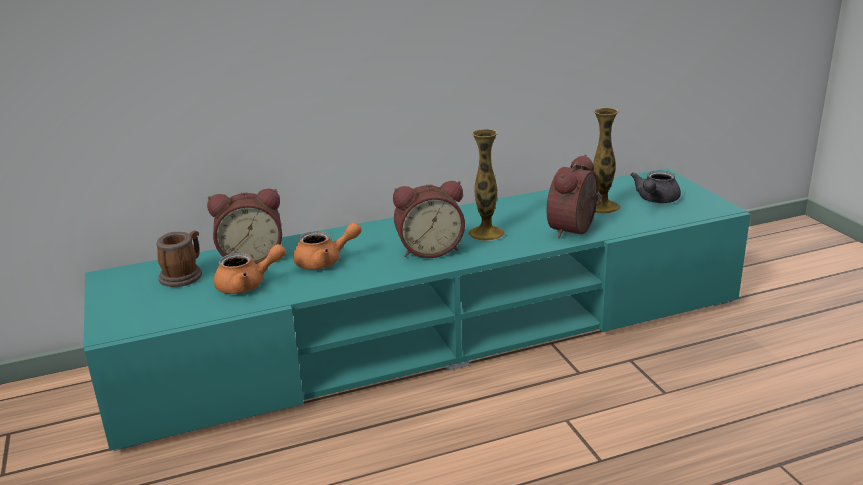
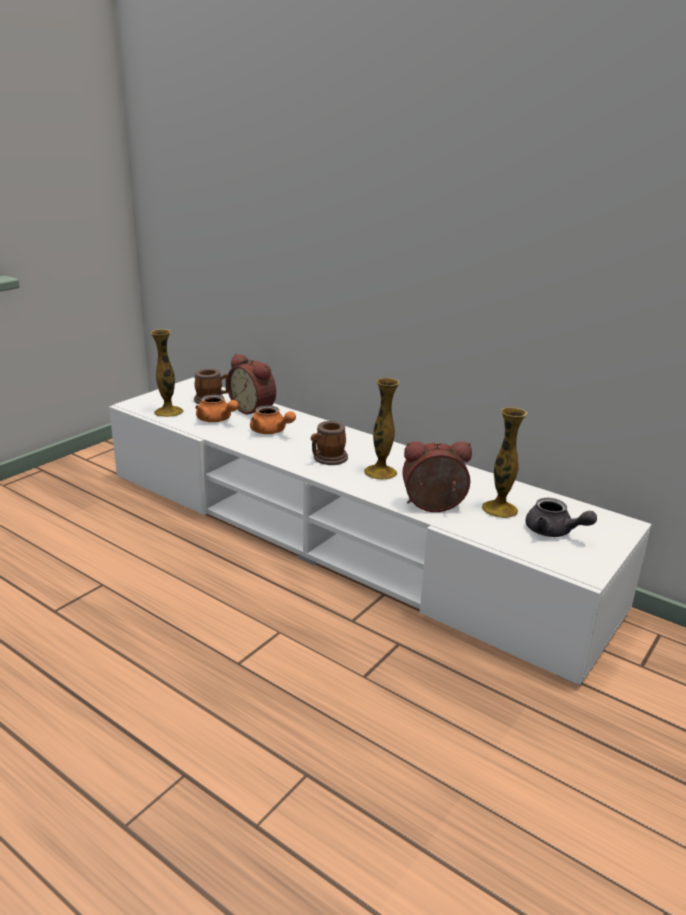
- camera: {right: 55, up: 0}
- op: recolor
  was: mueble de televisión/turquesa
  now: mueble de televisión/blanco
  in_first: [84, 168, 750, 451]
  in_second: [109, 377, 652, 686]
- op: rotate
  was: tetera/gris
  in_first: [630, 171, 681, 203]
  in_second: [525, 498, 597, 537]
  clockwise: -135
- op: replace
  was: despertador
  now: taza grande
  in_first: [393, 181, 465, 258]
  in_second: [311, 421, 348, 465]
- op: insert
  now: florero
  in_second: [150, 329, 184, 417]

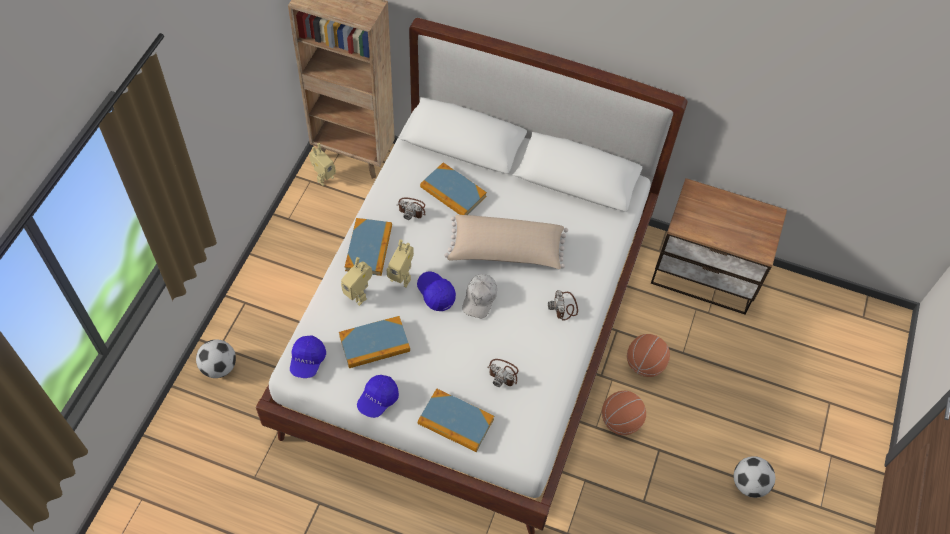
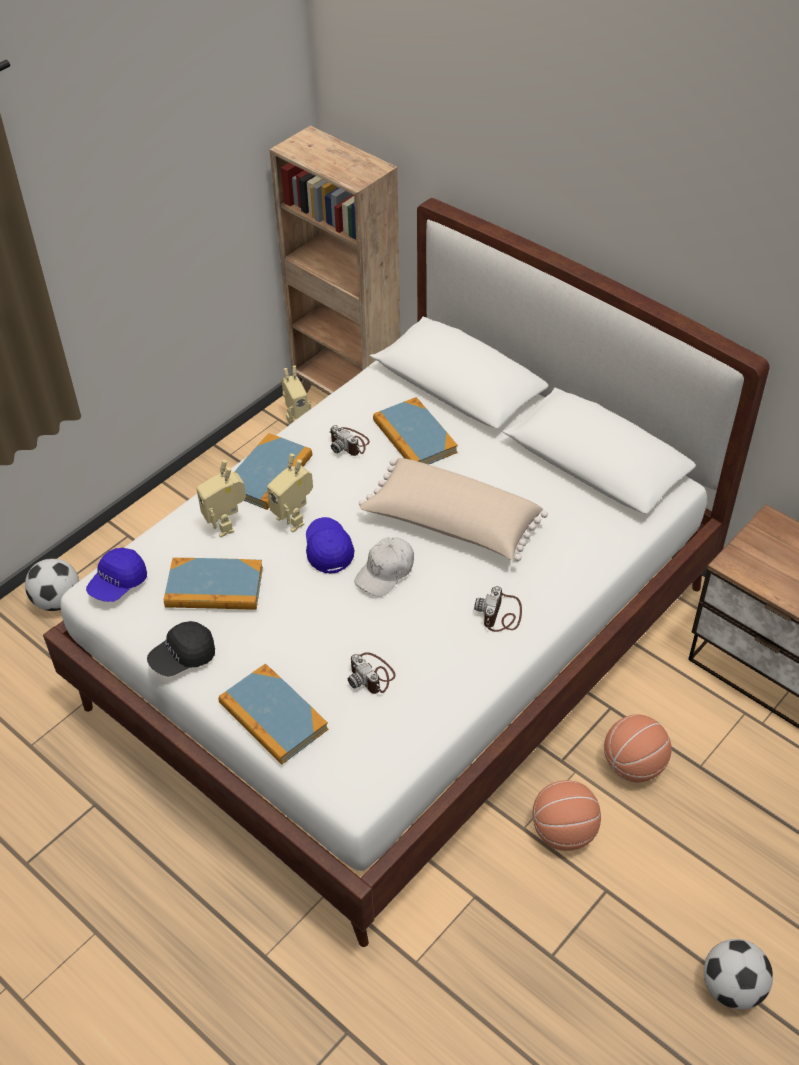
- camera: {right: 25, up: -10}
- op: recolor
  was: gorra/azul
  now: gorra/negro
  in_first: [357, 375, 399, 418]
  in_second: [147, 621, 215, 677]

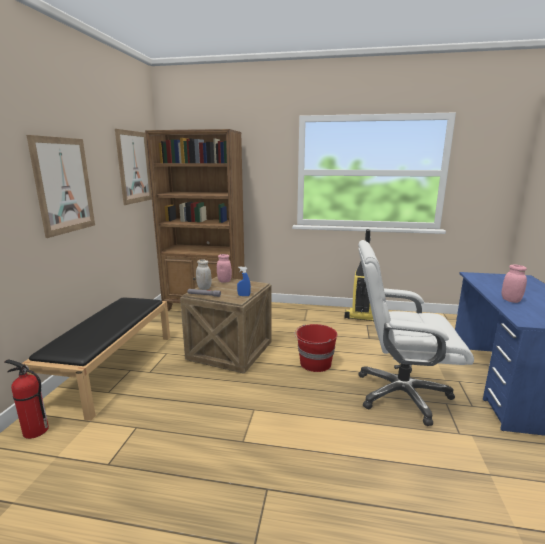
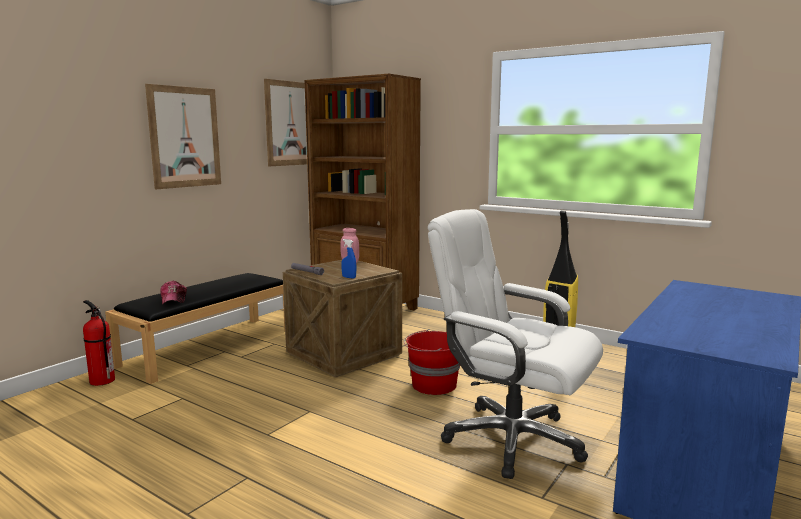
- camera: {right: 25, up: -5}
- op: delete
  was: tarro/blanco
  in_first: [196, 259, 211, 290]
- op: delete
  was: tarro/rosa
  in_first: [502, 264, 527, 303]
- op: insert
  now: gorra
  in_second: [160, 281, 187, 305]

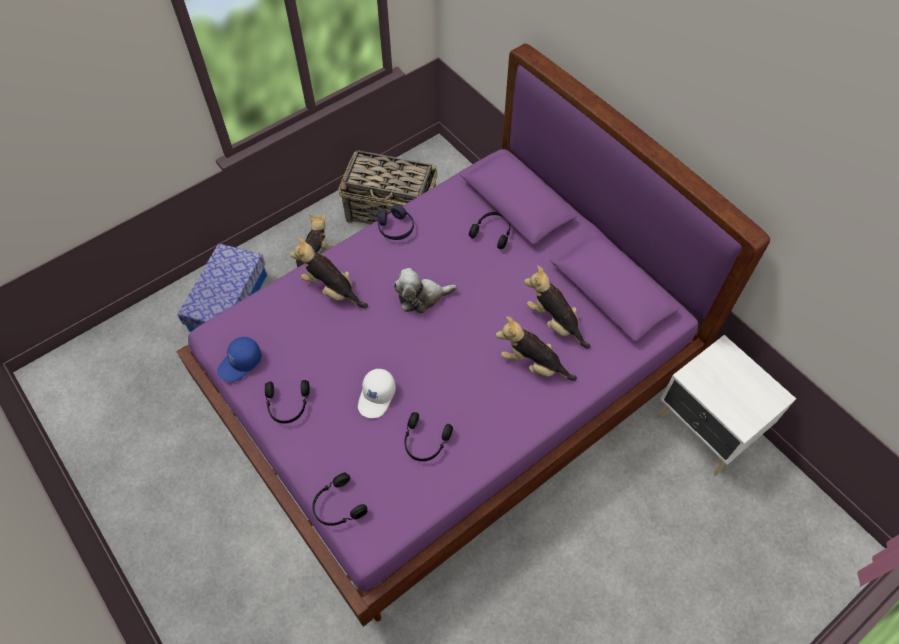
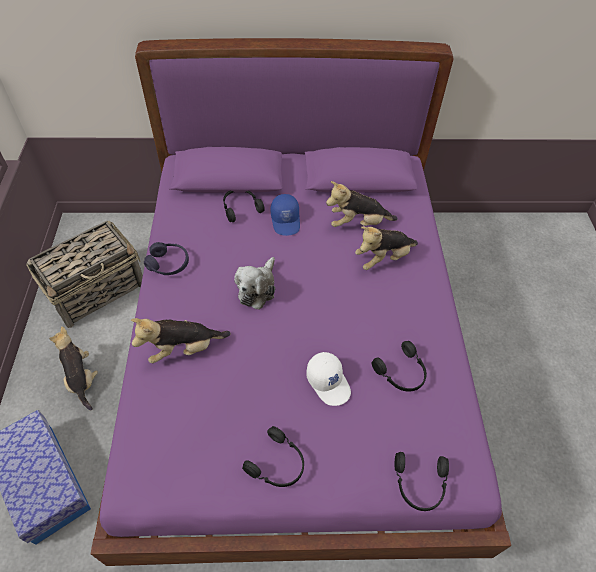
- camera: {right: -55, up: -5}
- op: delete
  was: mesita de noche/blanco
  in_first: [656, 335, 796, 475]
- op: move
  was: gorra/azul
  in_first: [217, 337, 262, 382]
  in_second: [271, 194, 300, 236]

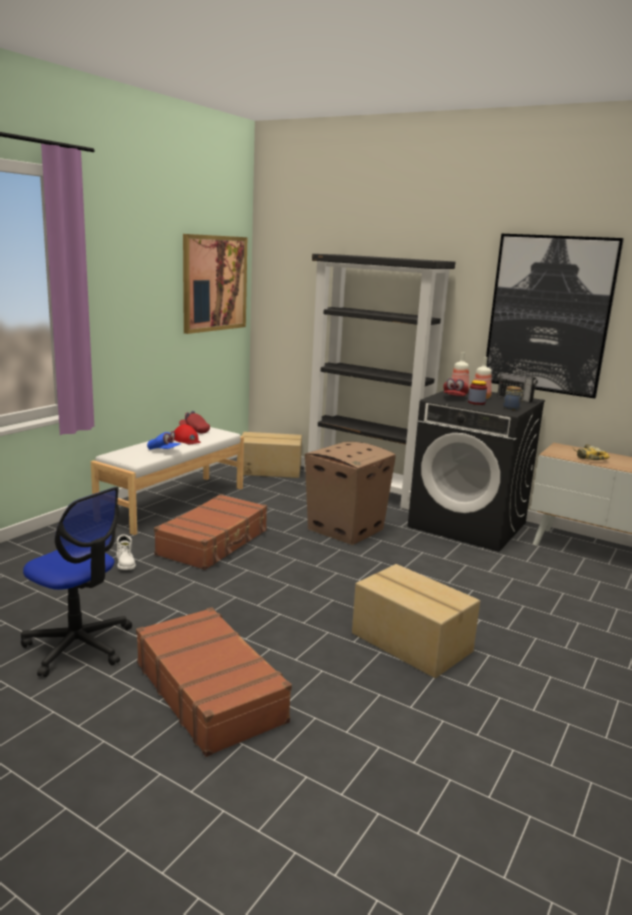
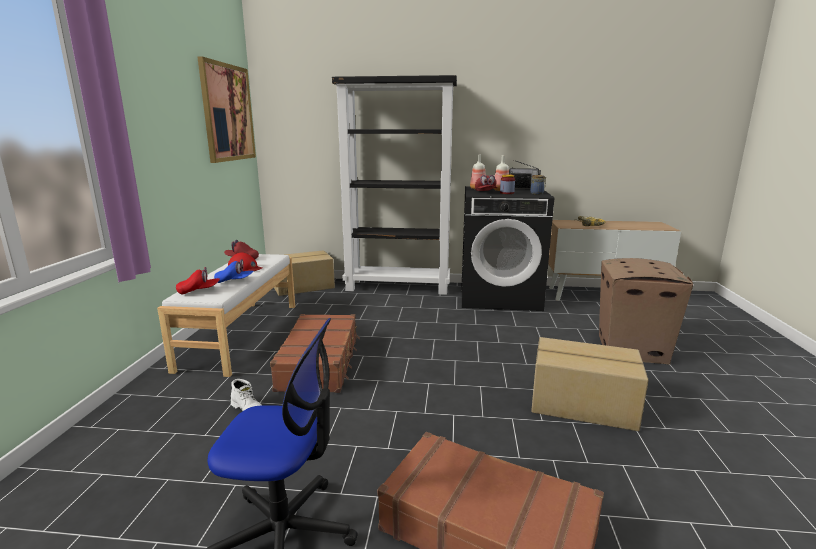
- camera: {right: -25, up: 0}
- op: delete
  was: cuadro
  in_first: [486, 234, 624, 398]
- op: move
  was: caja de cartón
  in_first: [305, 442, 396, 545]
  in_second: [599, 258, 693, 365]
- op: insert
  now: gorra/rojo
  in_second: [176, 267, 220, 295]

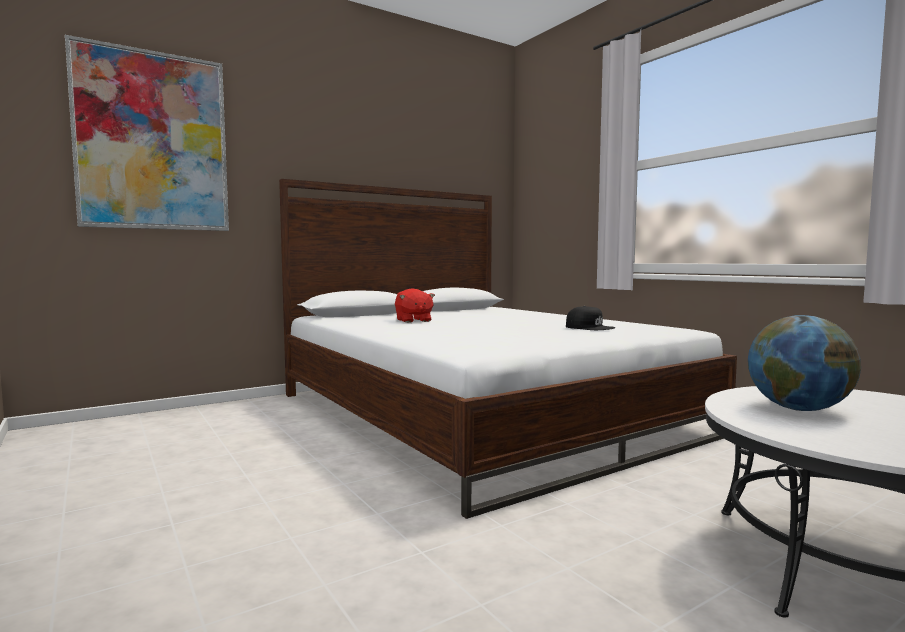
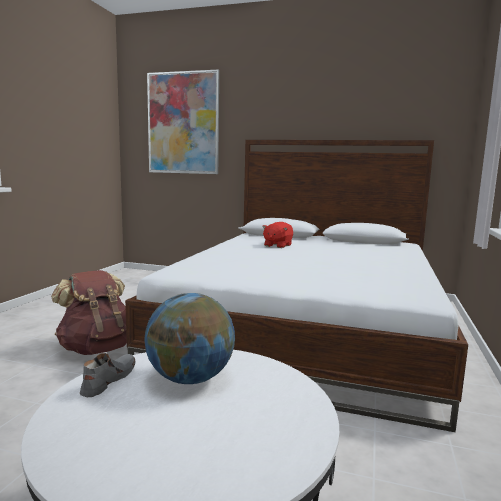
- camera: {right: 50, up: 5}
- op: delete
  was: gorra/negro
  in_first: [566, 306, 615, 330]
- op: insert
  now: mochila/marrón
  in_second: [51, 270, 127, 355]
- op: insert
  now: zapato/gris
  in_second: [80, 353, 136, 397]

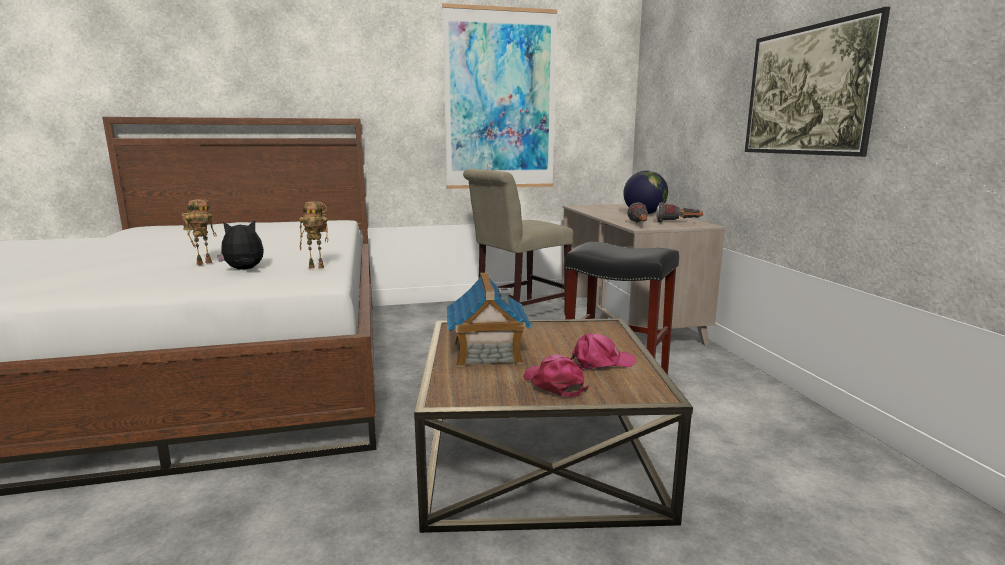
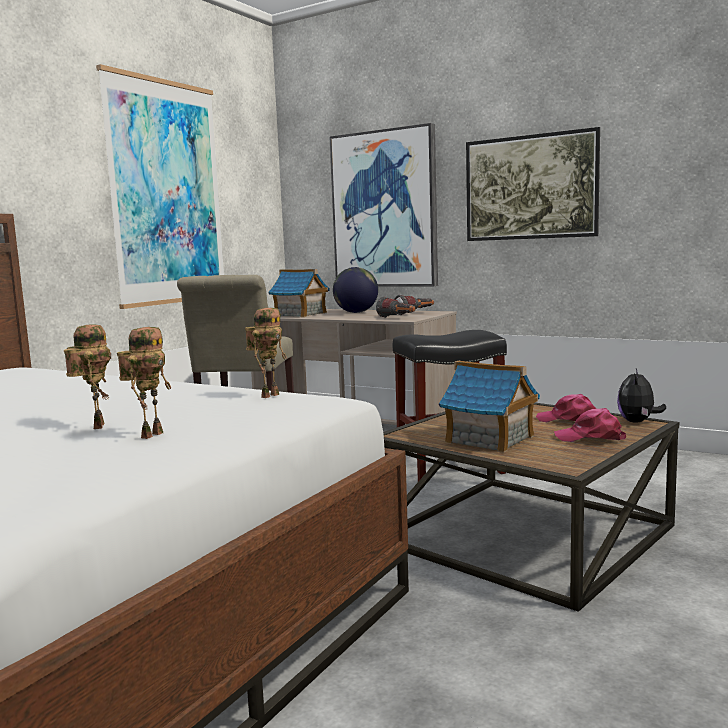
- camera: {right: -45, up: -5}
- op: move
  was: peluche
  in_first: [217, 220, 264, 270]
  in_second: [617, 368, 666, 423]
- op: rotate
  was: gorra/rosa
  in_first: [571, 334, 636, 370]
  in_second: [536, 394, 596, 423]
  clockwise: -90
- op: insert
  now: cuadro
  in_second: [329, 123, 438, 286]
- op: insert
  now: casita
  in_second: [268, 269, 330, 317]
- op: insert
  now: robot de juguete
  in_second: [117, 327, 171, 439]

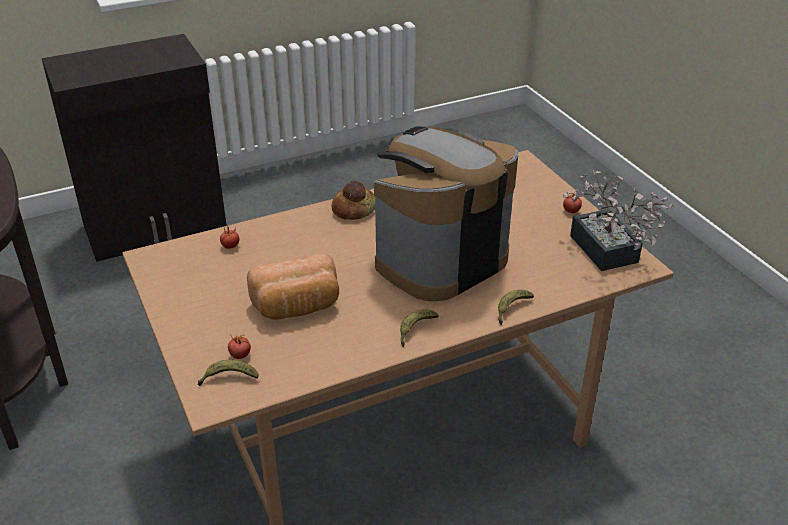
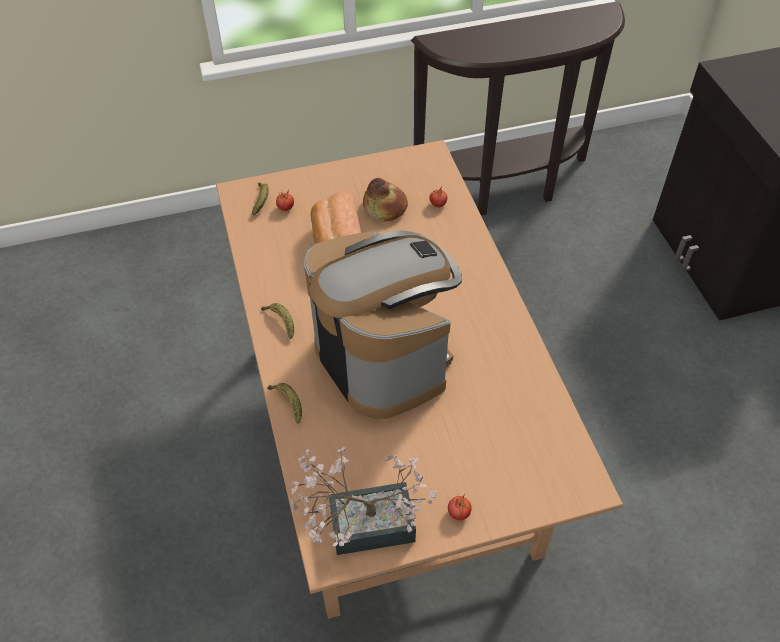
- camera: {right: 100, up: 15}
- op: move
  was: pan
  in_first: [332, 180, 375, 220]
  in_second: [363, 178, 408, 221]

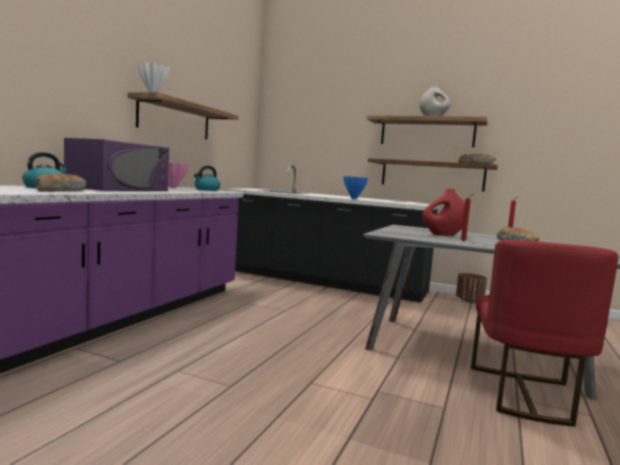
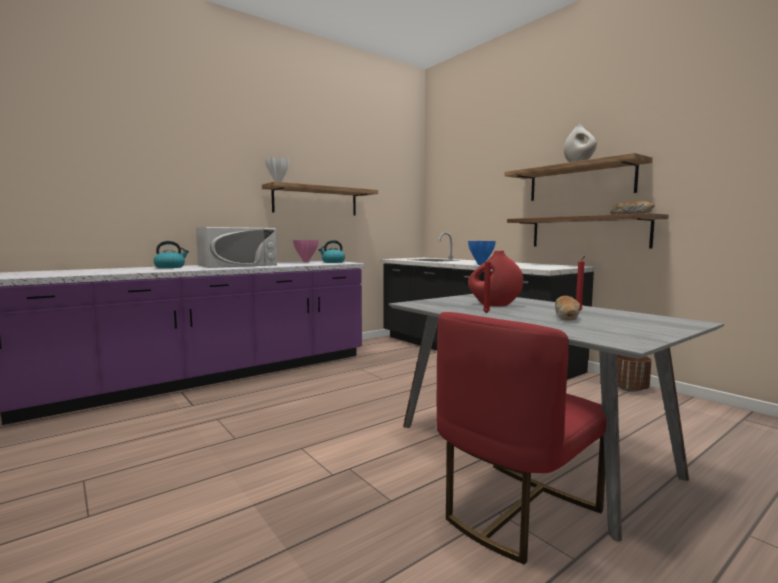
- camera: {right: 30, up: 0}
- op: recolor
  was: microondas/morado
  now: microondas/blanco
  in_first: [64, 138, 169, 191]
  in_second: [196, 227, 277, 268]
- op: delete
  was: pan
  in_first: [34, 173, 86, 192]

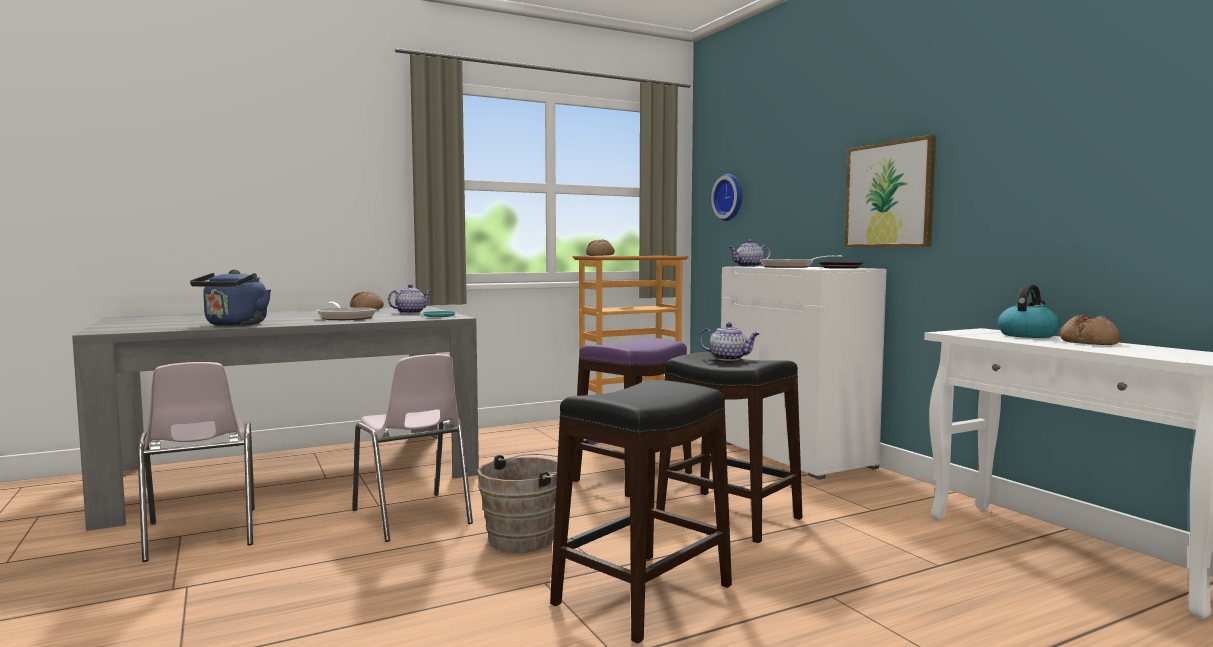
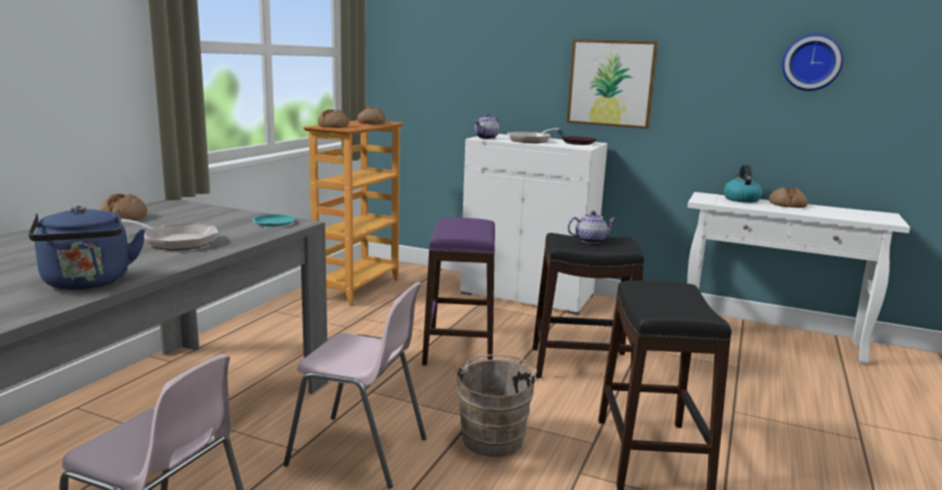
- camera: {right: -40, up: 10}
- op: move
  was: reloj de pared
  in_first: [711, 174, 742, 221]
  in_second: [782, 34, 844, 91]
- op: delete
  was: tetera
  in_first: [388, 284, 431, 314]
- op: insert
  now: pan
  in_second: [357, 107, 385, 125]

